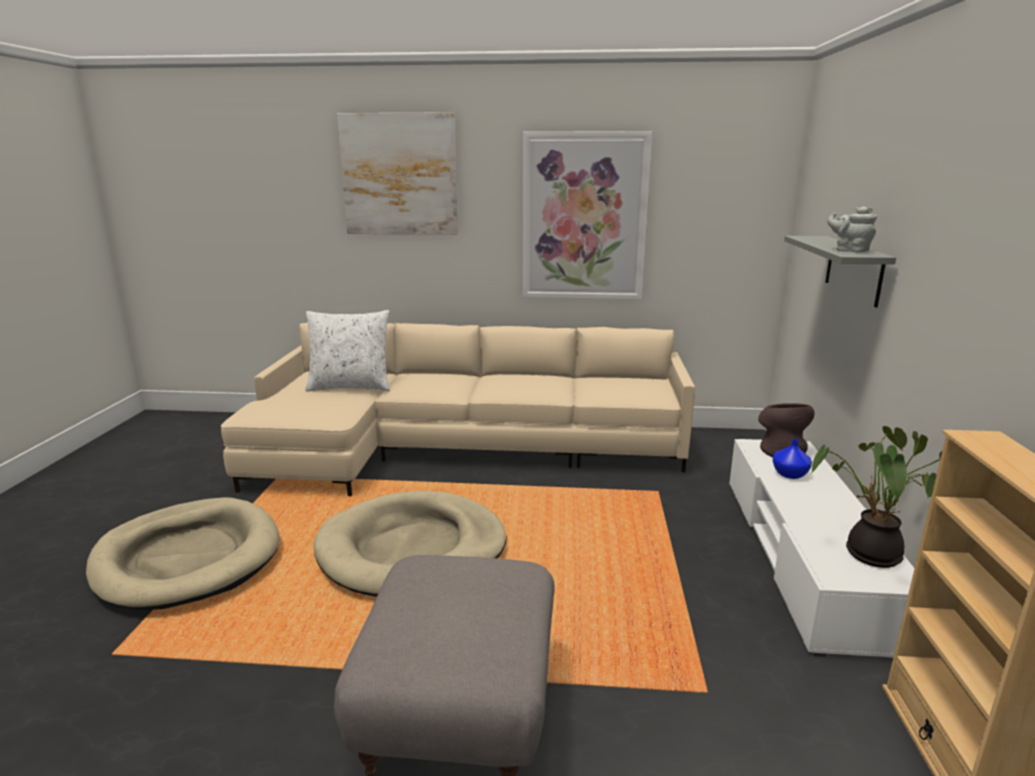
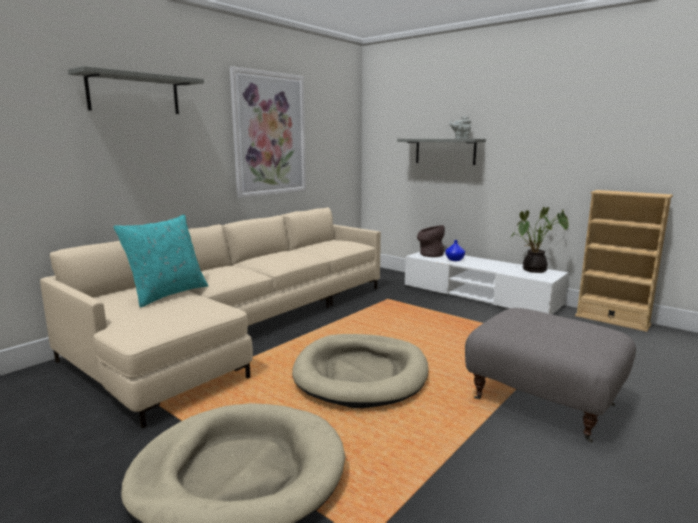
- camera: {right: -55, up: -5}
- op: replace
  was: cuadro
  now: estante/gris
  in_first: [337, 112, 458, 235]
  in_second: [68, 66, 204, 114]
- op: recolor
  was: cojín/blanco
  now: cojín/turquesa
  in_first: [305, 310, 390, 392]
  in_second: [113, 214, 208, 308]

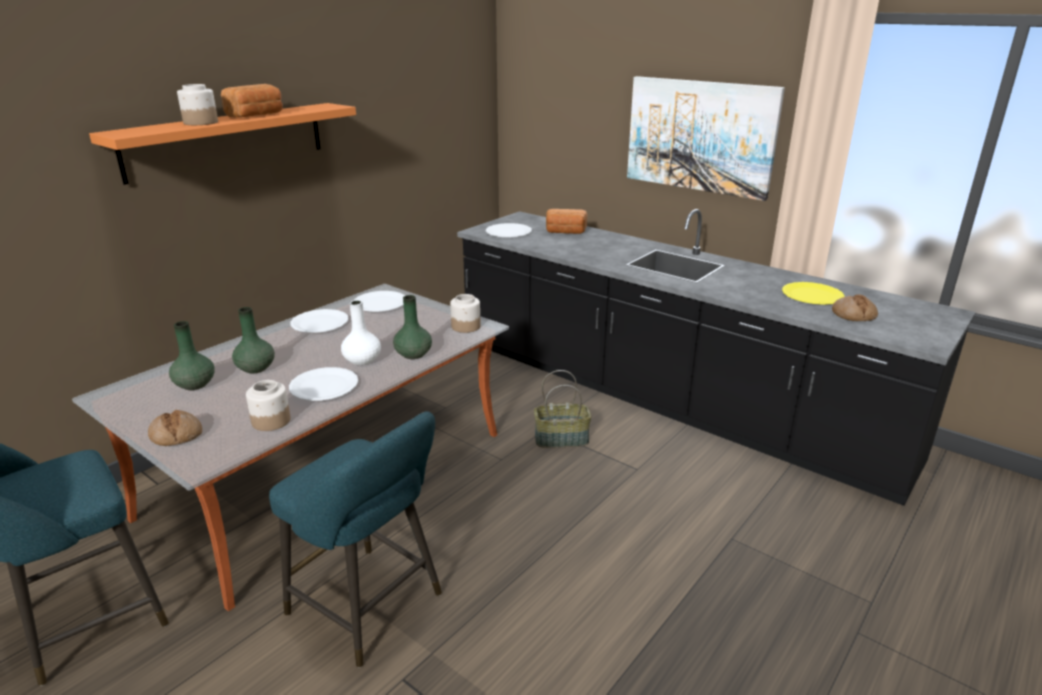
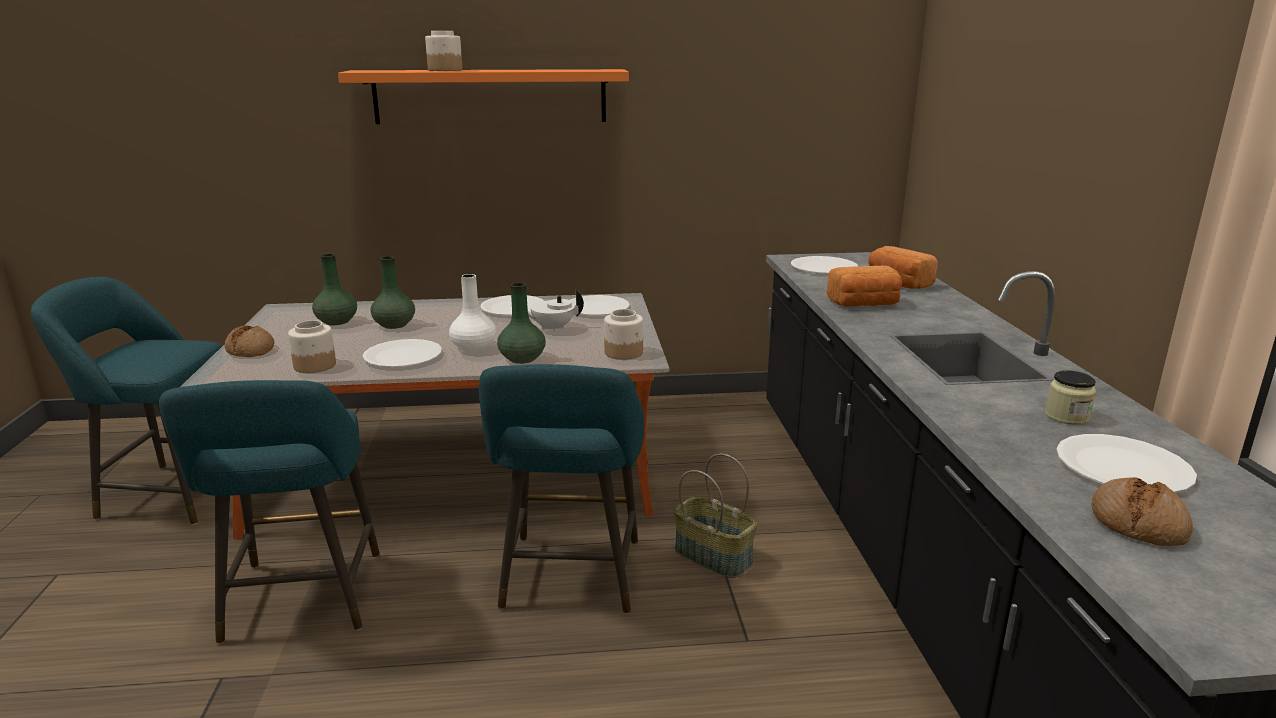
- camera: {right: 45, up: -5}
- op: delete
  was: cuadro
  in_first: [627, 76, 785, 201]
- op: move
  was: pan
  in_first: [221, 84, 283, 118]
  in_second: [827, 265, 902, 307]
- op: recolor
  was: plato/amarillo
  now: plato/blanco
  in_first: [782, 282, 845, 305]
  in_second: [1056, 434, 1197, 493]
- op: insert
  now: tetera/blanco
  in_second: [528, 290, 584, 332]
- op: insert
  now: taburete/turquesa
  in_second: [479, 364, 644, 614]
- op: insert
  now: tarro
  in_second: [1045, 370, 1096, 425]

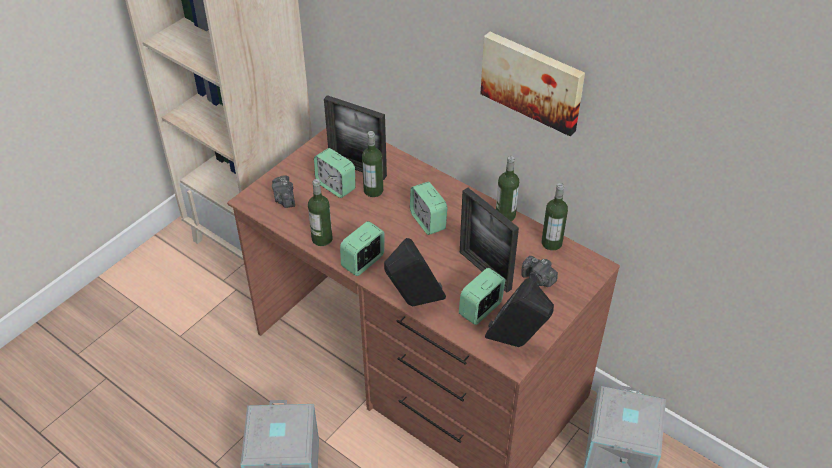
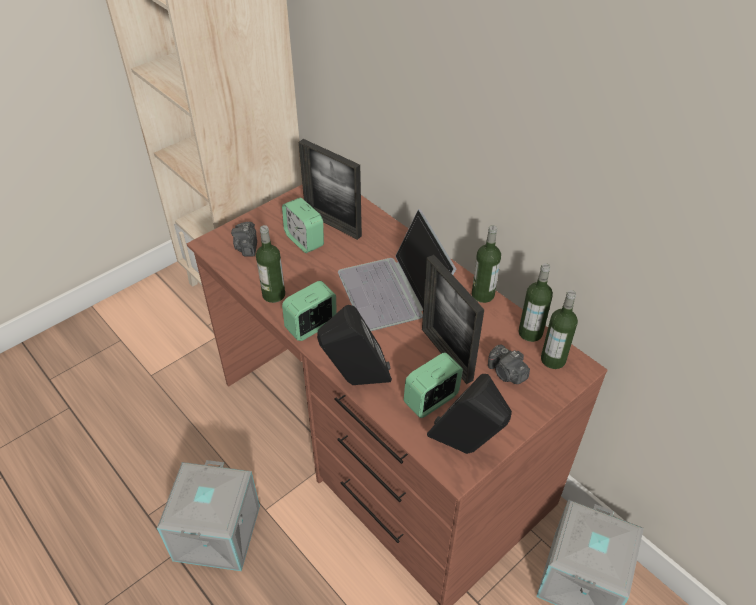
- camera: {right: 10, up: 0}
- op: delete
  was: cuadro
  in_first: [480, 32, 585, 136]
- op: move
  was: botella
  in_first: [362, 131, 383, 197]
  in_second: [541, 290, 578, 369]
- op: replace
  was: despertador
  now: portátil
  in_first: [410, 182, 447, 235]
  in_second: [338, 209, 456, 331]

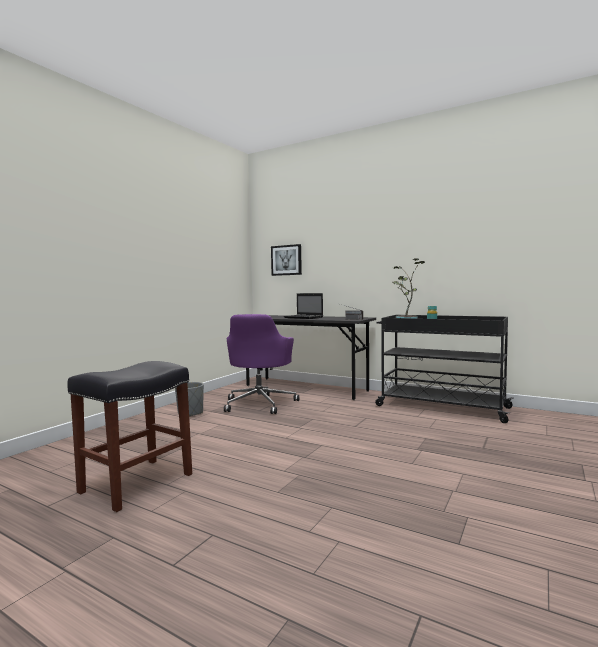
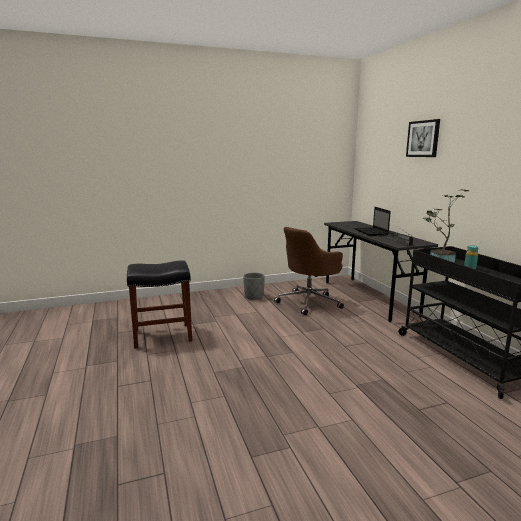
- camera: {right: 40, up: 10}
- op: move
  was: cuadro
  in_first: [271, 244, 302, 276]
  in_second: [406, 119, 440, 157]
- op: recolor
  was: silla de oficina/morado
  now: silla de oficina/marrón
  in_first: [224, 314, 299, 414]
  in_second: [274, 227, 344, 315]

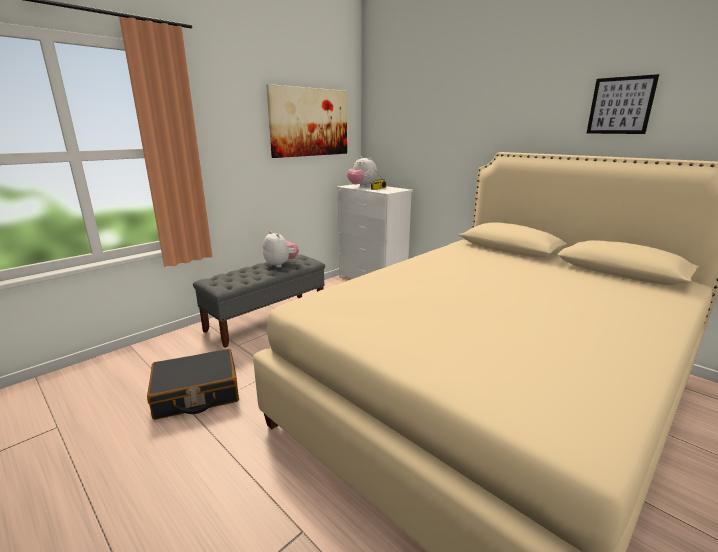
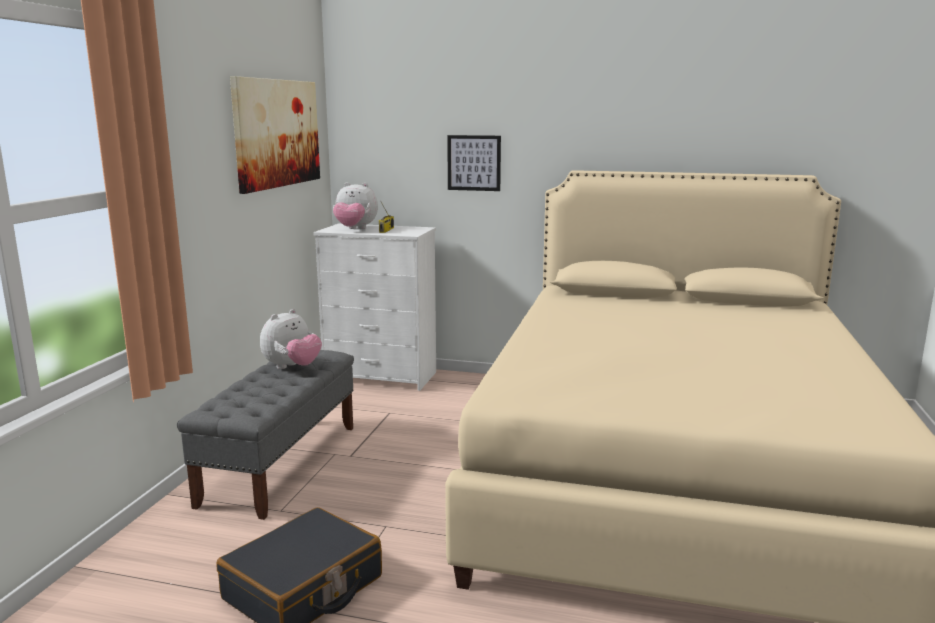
- camera: {right: -30, up: -5}
- op: move
  was: cuadro
  in_first: [587, 74, 659, 134]
  in_second: [447, 135, 501, 191]
- op: rotate
  was: peluche
  in_first: [263, 231, 299, 268]
  in_second: [260, 309, 322, 369]
  clockwise: 105

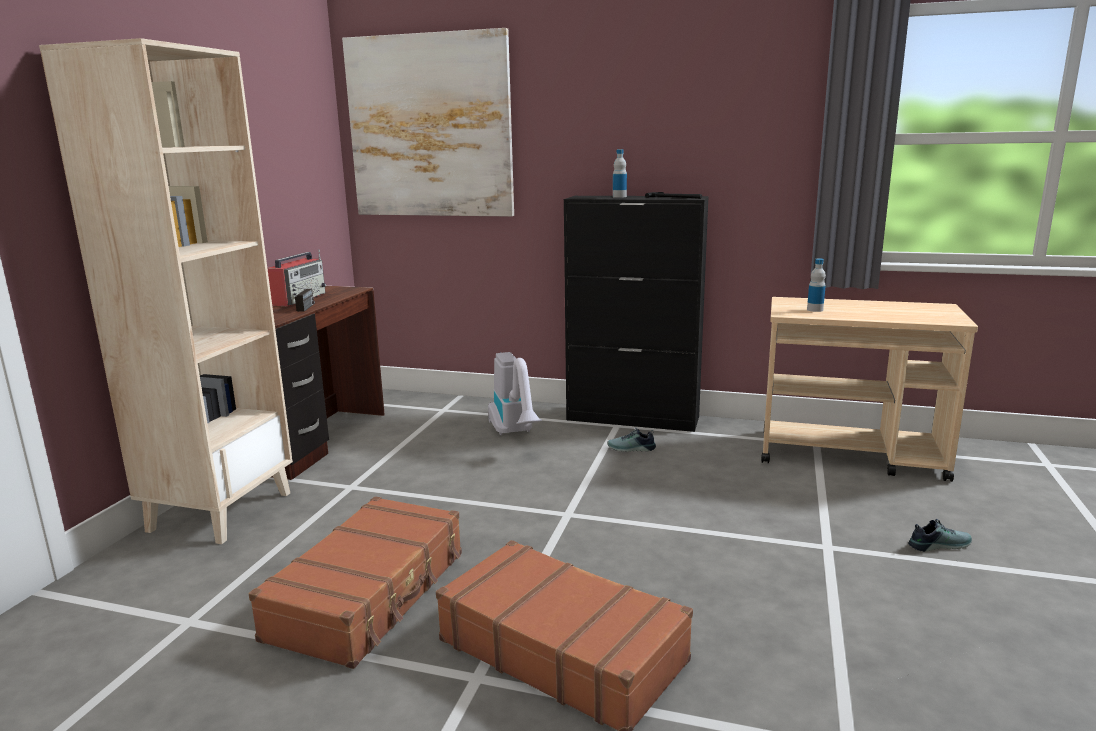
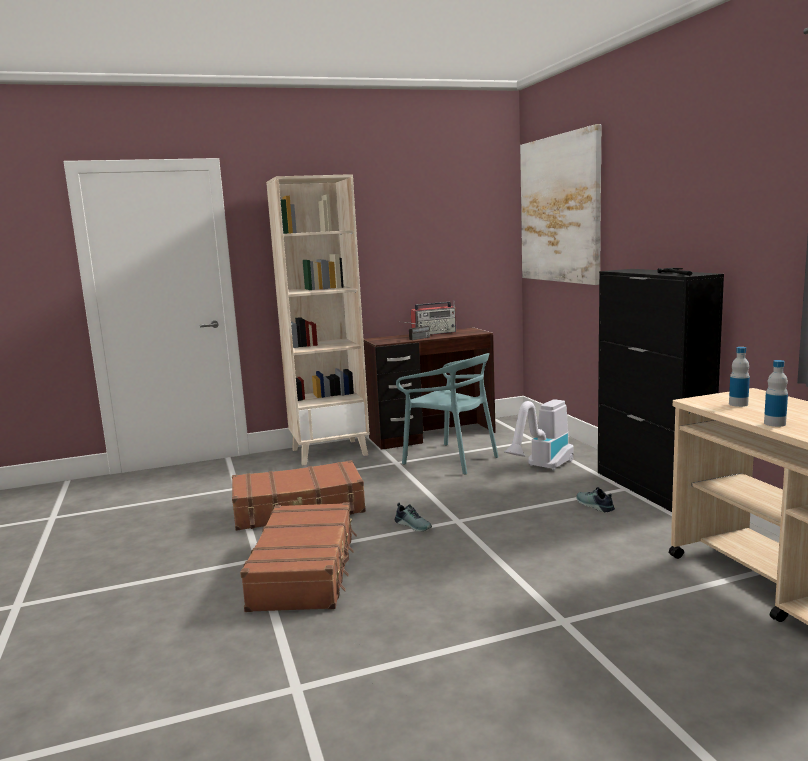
- camera: {right: 55, up: -5}
- op: move
  was: botella
  in_first: [613, 149, 627, 198]
  in_second: [764, 360, 788, 427]
- op: move
  was: zapato
  in_first: [908, 519, 972, 552]
  in_second: [395, 503, 432, 532]
- op: insert
  now: silla/turquesa
  in_second: [396, 353, 498, 475]

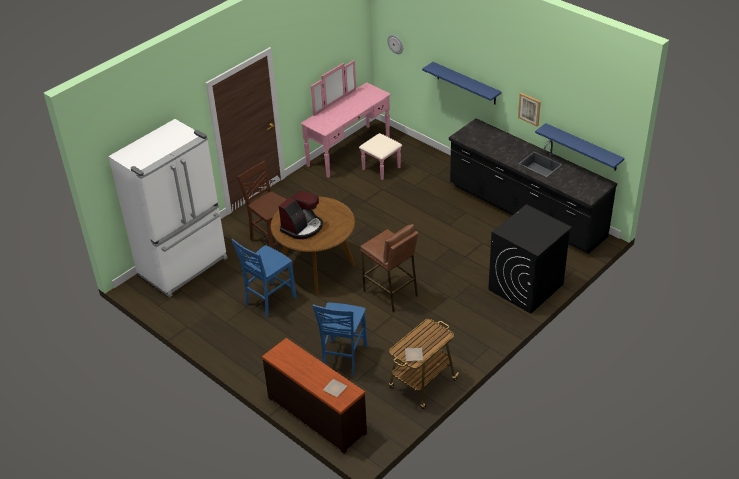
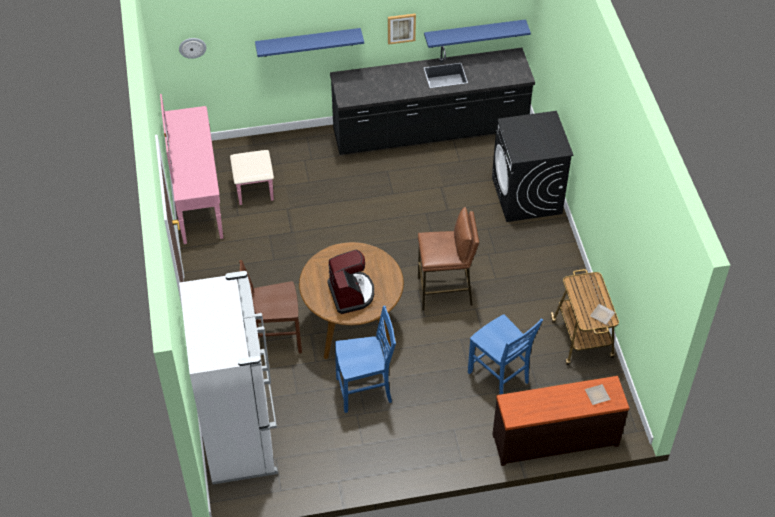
- camera: {right: -55, up: 10}
- op: rotate
  was: silla/azul
  in_first: [231, 239, 297, 318]
  in_second: [335, 306, 396, 413]
  clockwise: -90

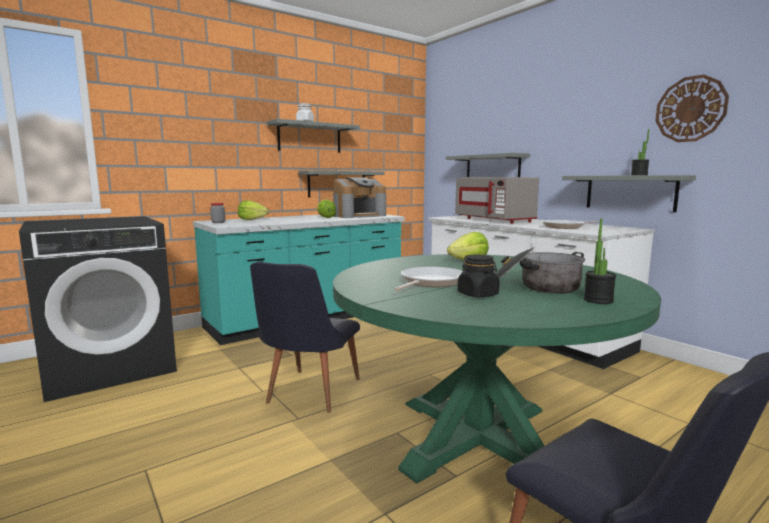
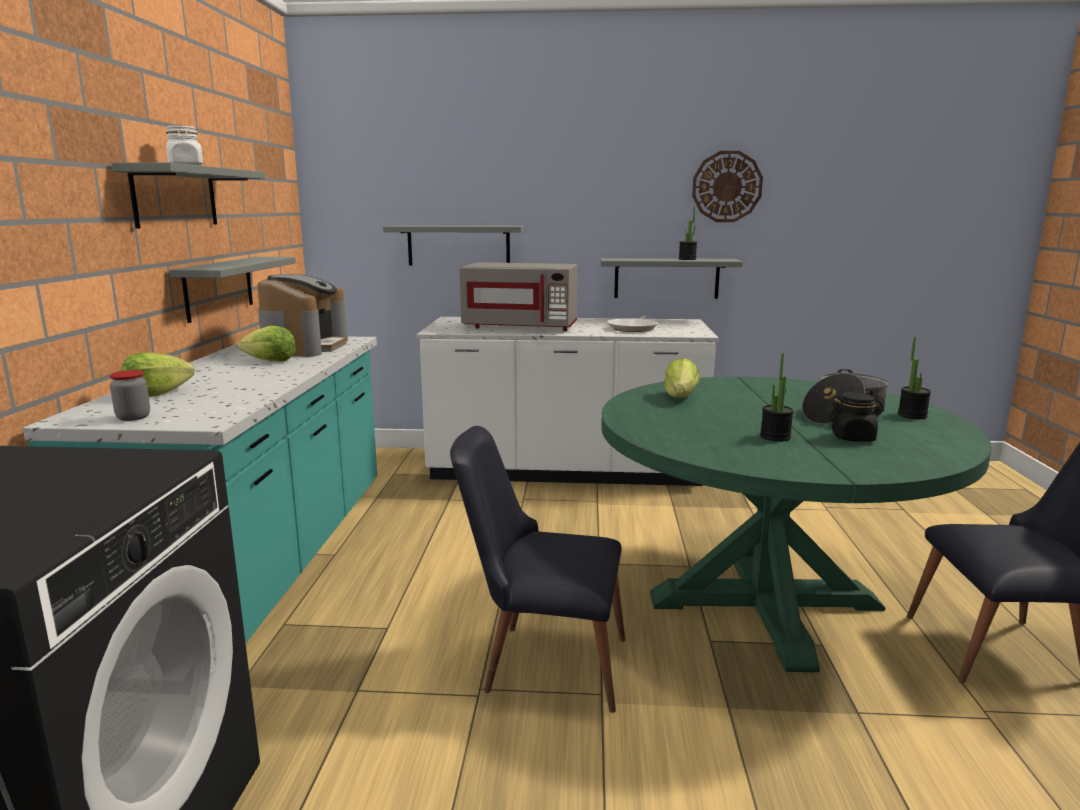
- camera: {right: -50, up: 5}
- op: rotate
  was: silla/negro
  in_first: [250, 262, 360, 413]
  in_second: [450, 426, 625, 713]
  clockwise: 135
- op: replace
  was: sartén
  now: planta en maceta
  in_first: [394, 267, 463, 291]
  in_second: [760, 353, 794, 442]

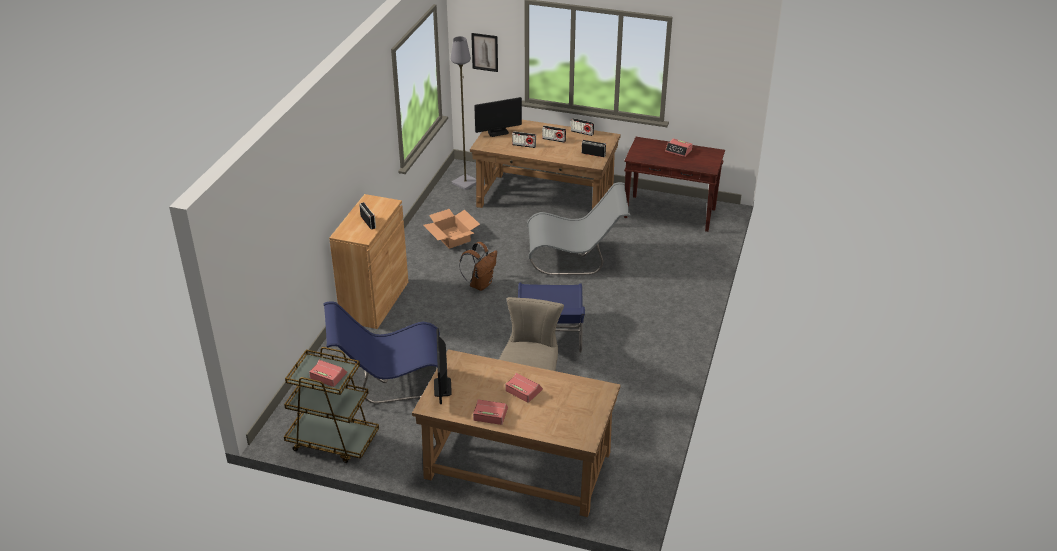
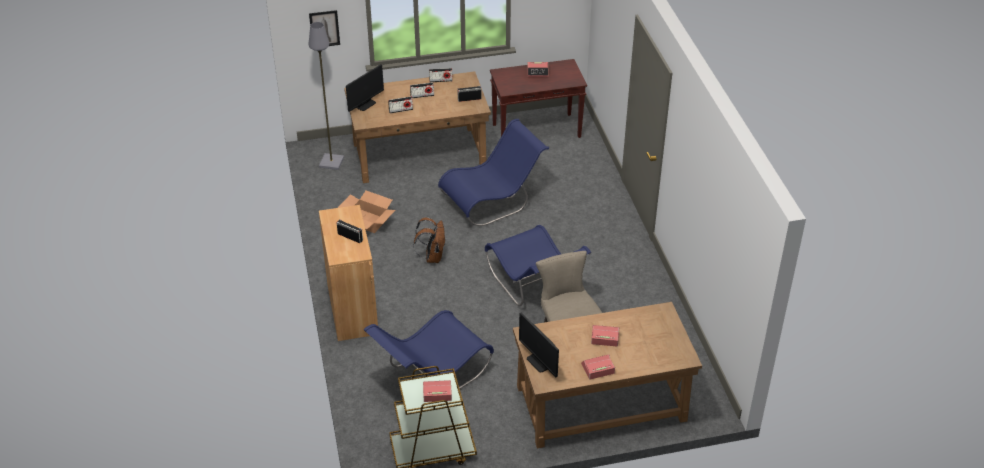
- camera: {right: -30, up: 5}
- op: recolor
  was: silla/gris
  now: silla/azul
  in_first: [527, 182, 631, 275]
  in_second: [438, 119, 549, 226]

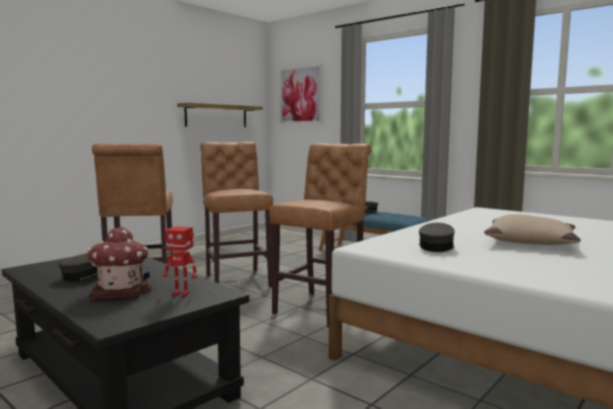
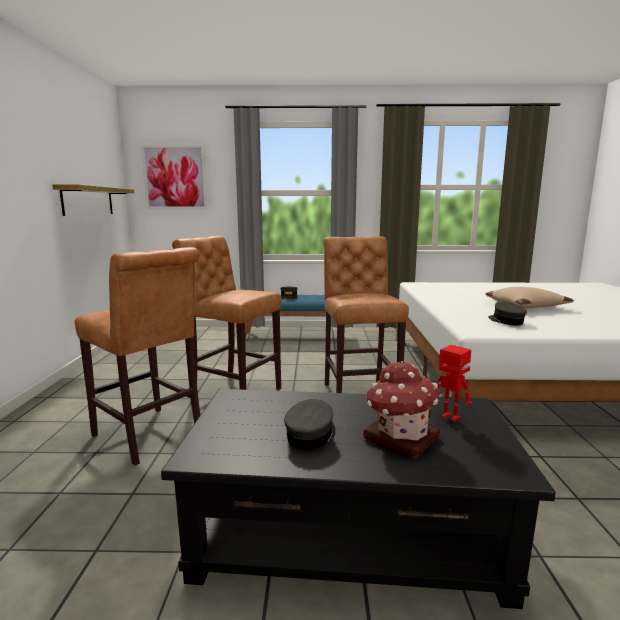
- camera: {right: -40, up: 5}
- op: rotate
  was: robot de juguete
  in_first: [162, 226, 197, 297]
  in_second: [437, 345, 472, 422]
  clockwise: -105

